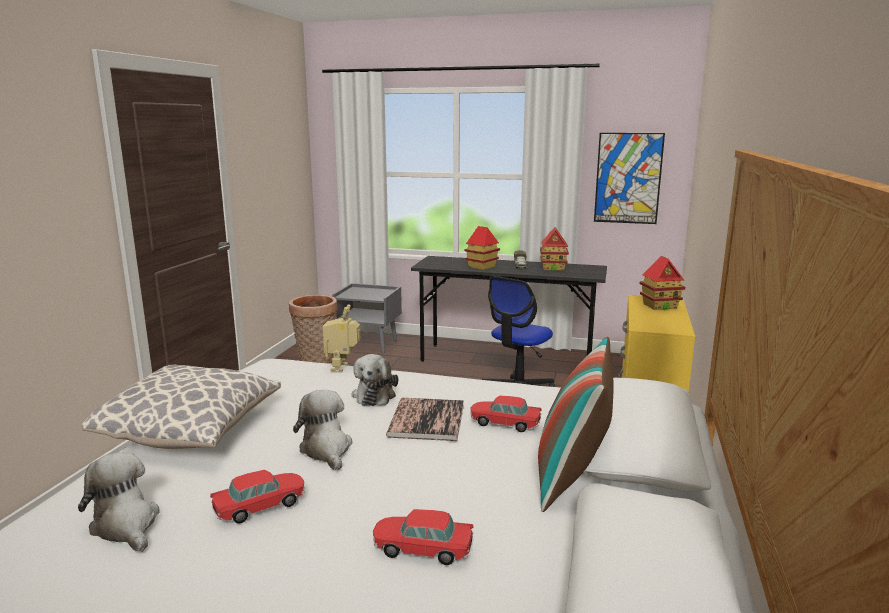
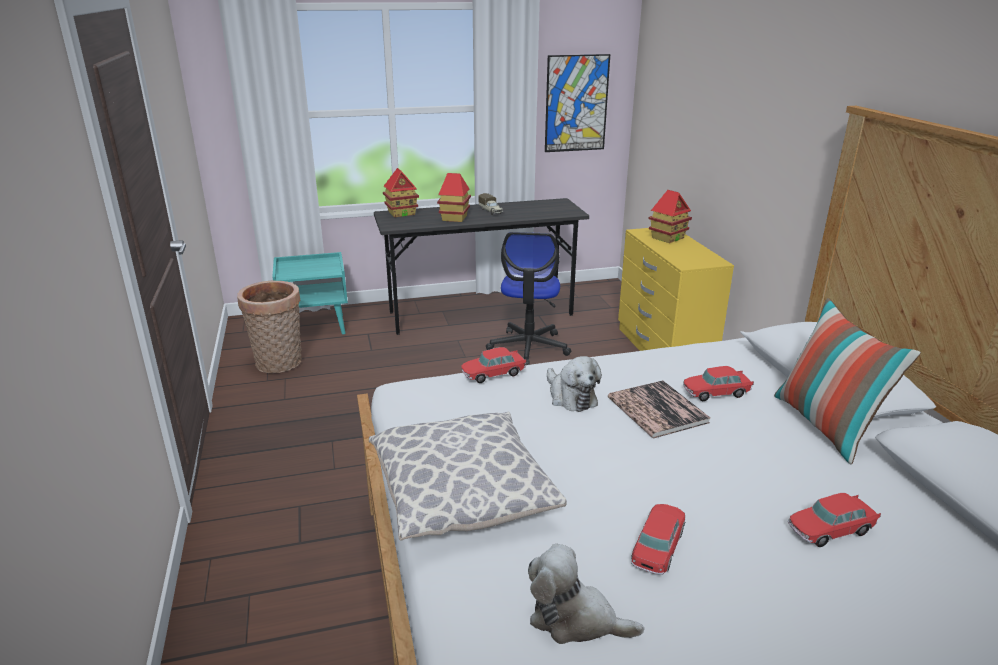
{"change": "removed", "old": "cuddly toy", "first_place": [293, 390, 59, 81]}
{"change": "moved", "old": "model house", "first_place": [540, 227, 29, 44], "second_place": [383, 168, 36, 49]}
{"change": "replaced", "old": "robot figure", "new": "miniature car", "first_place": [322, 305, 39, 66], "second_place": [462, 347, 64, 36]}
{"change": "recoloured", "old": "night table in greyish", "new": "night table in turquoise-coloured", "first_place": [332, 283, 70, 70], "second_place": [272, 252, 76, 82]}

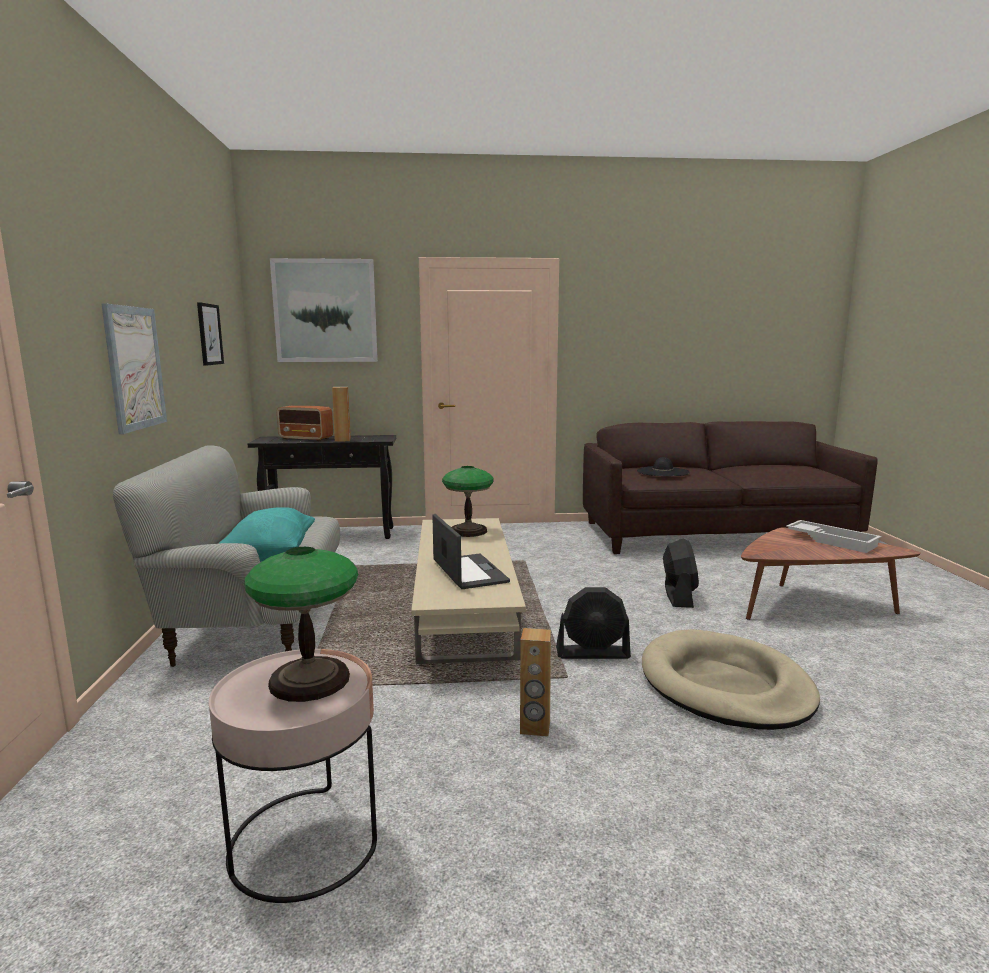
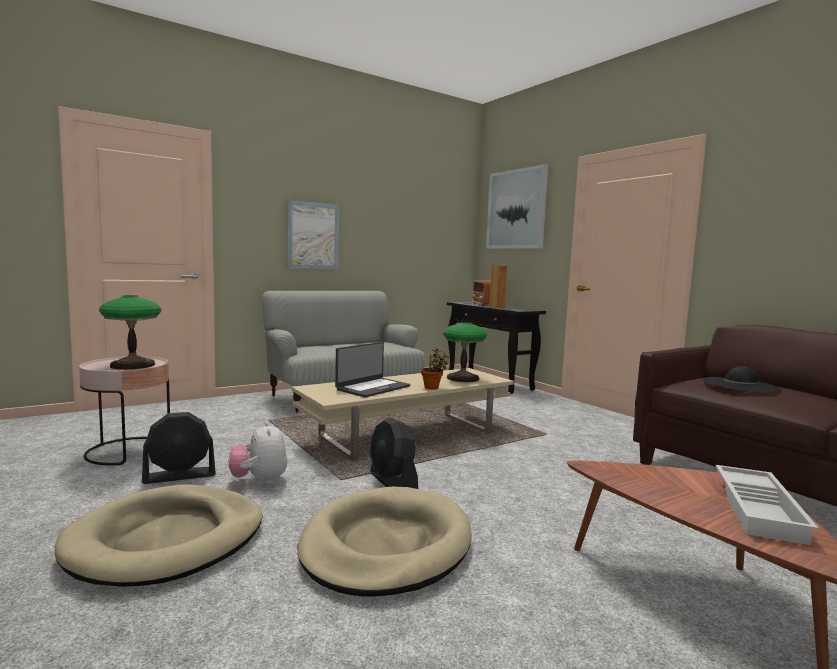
{"change": "removed", "old": "picture", "first_place": [197, 302, 27, 64]}
{"change": "removed", "old": "throw pillow in turquoise-coloured", "first_place": [219, 507, 96, 55]}
{"change": "added", "new": "dog bed in beige", "second_place": [55, 484, 208, 103]}
{"change": "added", "new": "houseplant", "second_place": [421, 349, 28, 40]}
{"change": "moved", "old": "electric fan in black", "first_place": [663, 539, 36, 69], "second_place": [142, 412, 74, 72]}
{"change": "replaced", "old": "loudspeaker in brownish", "new": "cuddly toy", "first_place": [520, 628, 31, 109], "second_place": [228, 422, 59, 62]}

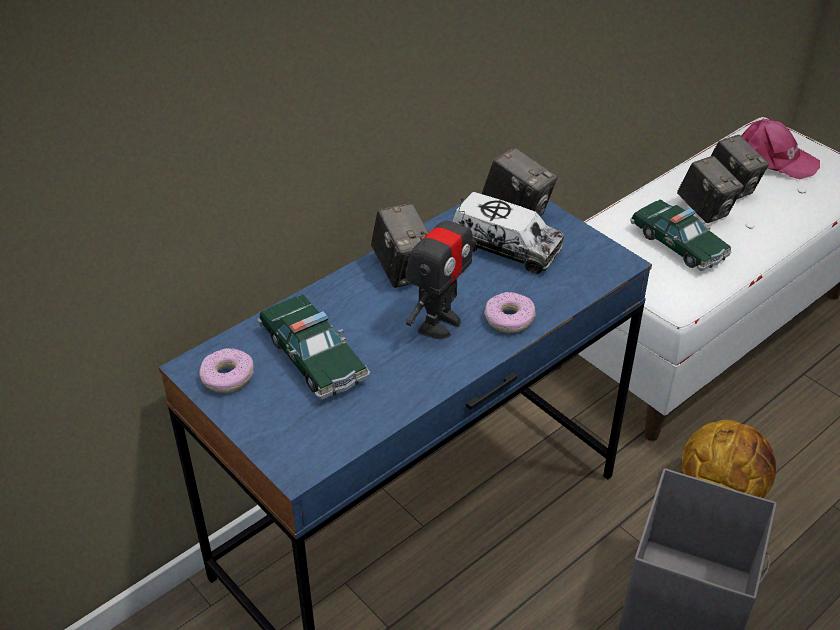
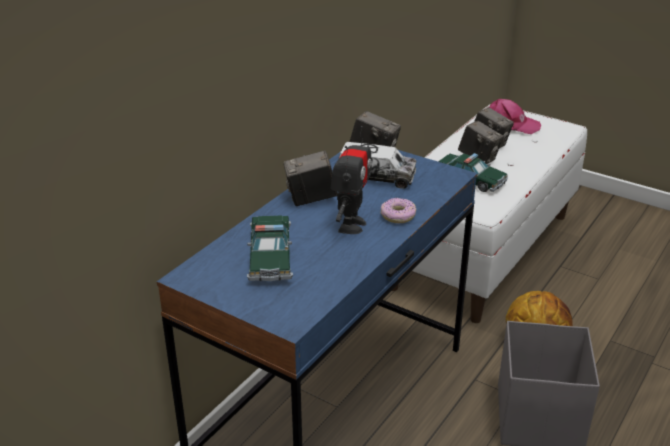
{"change": "removed", "old": "doughnut", "first_place": [199, 348, 55, 45]}
{"change": "turned", "old": "miniature car", "first_place": [257, 294, 113, 106], "second_place": [247, 216, 46, 65], "degrees": 45}
{"change": "turned", "old": "still camera", "first_place": [371, 203, 58, 85], "second_place": [284, 151, 54, 55], "degrees": 120}

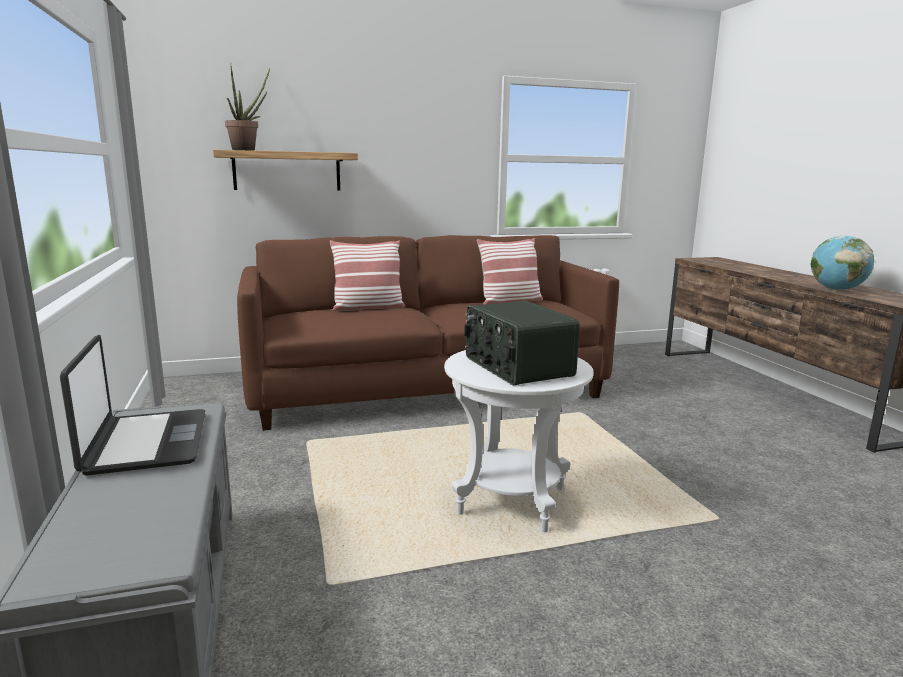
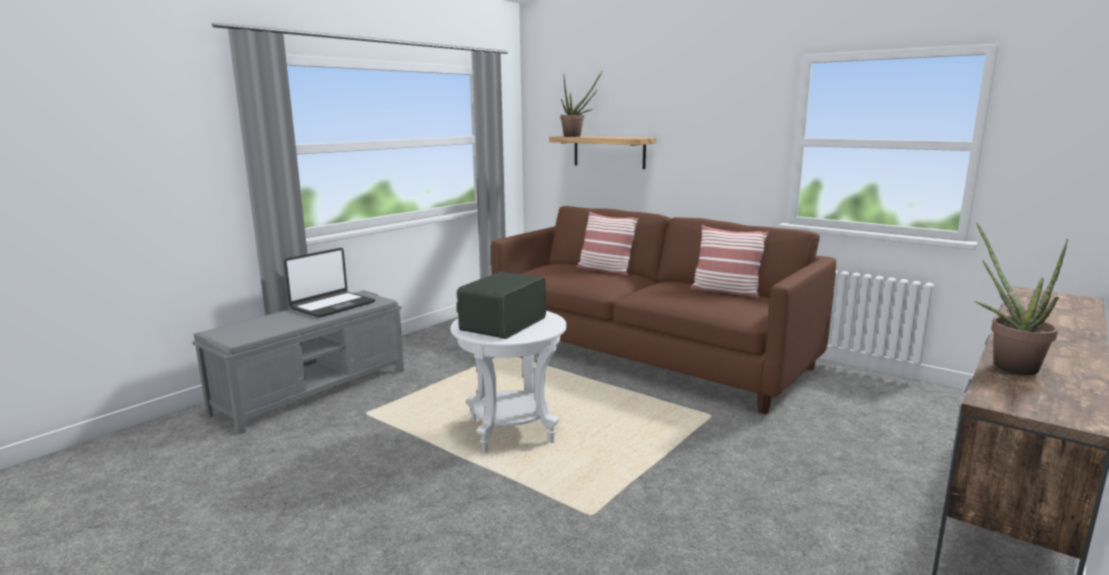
{"change": "replaced", "old": "globe", "new": "houseplant", "first_place": [811, 236, 63, 54], "second_place": [974, 223, 95, 152]}

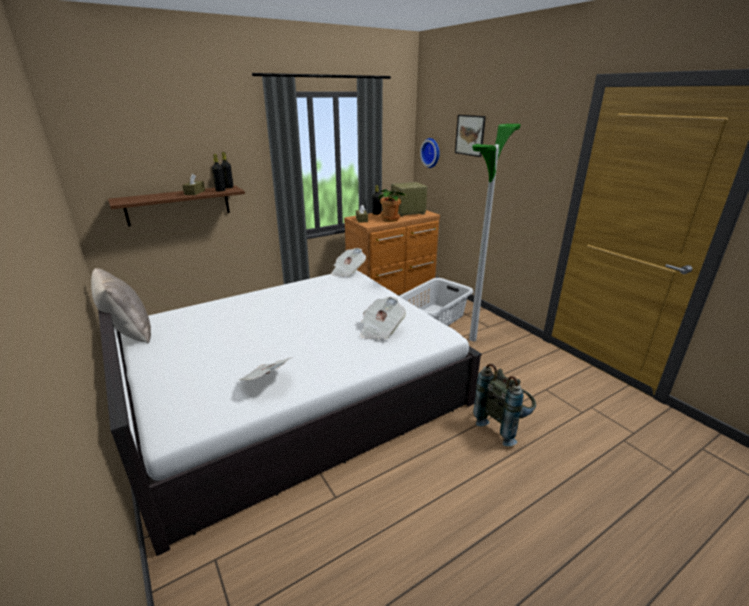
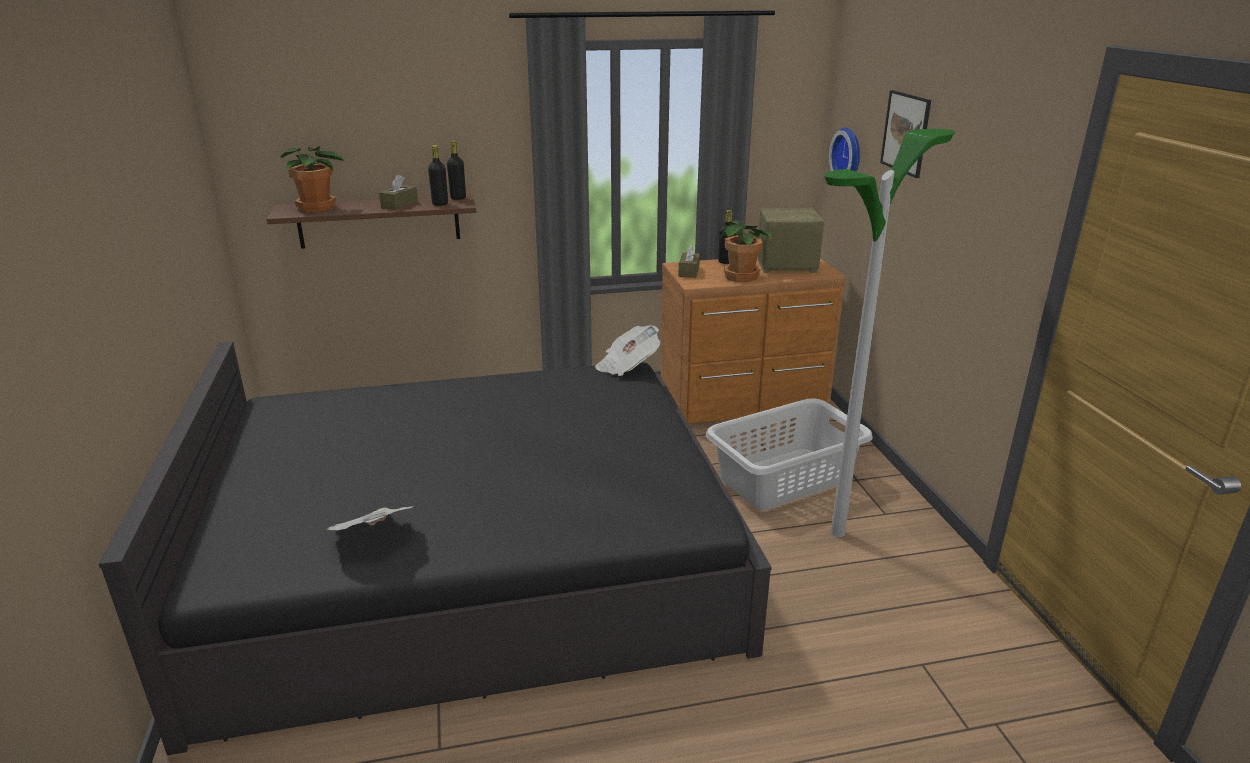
{"change": "removed", "old": "throw pillow in beige", "first_place": [91, 268, 60, 75]}
{"change": "removed", "old": "daily paper", "first_place": [360, 297, 46, 42]}
{"change": "removed", "old": "knapsack in greyish", "first_place": [473, 364, 63, 82]}
{"change": "added", "new": "houseplant", "second_place": [280, 146, 66, 67]}
{"change": "recoloured", "old": "sleeping bed in white", "new": "sleeping bed in black", "first_place": [98, 270, 384, 286], "second_place": [99, 341, 673, 414]}

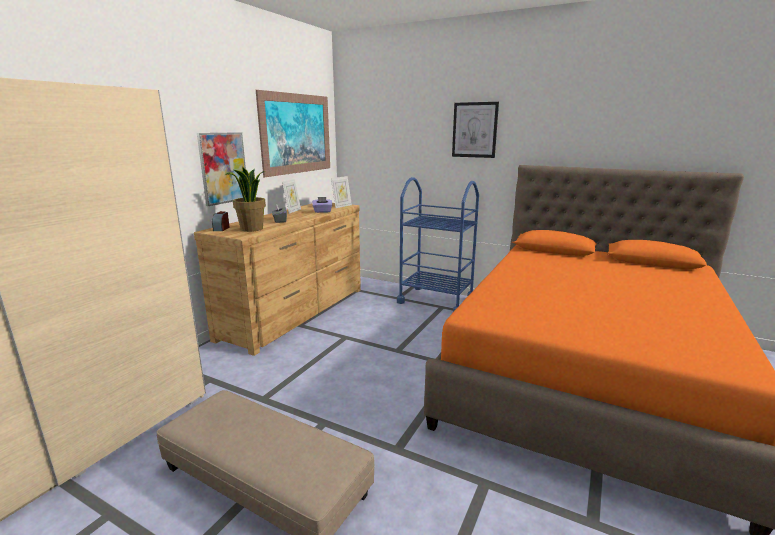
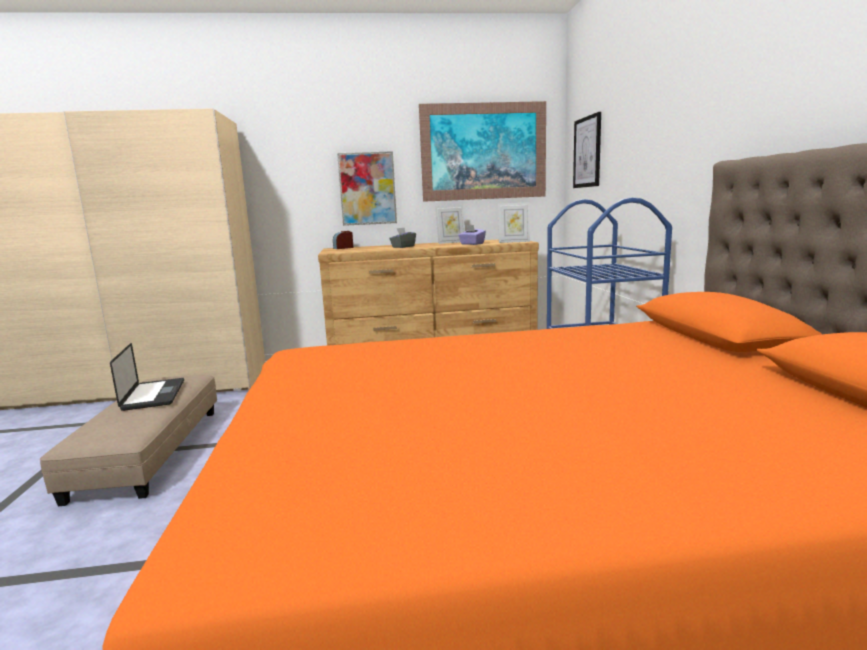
{"change": "removed", "old": "houseplant", "first_place": [225, 167, 41, 65]}
{"change": "added", "new": "laptop", "second_place": [110, 343, 74, 68]}
{"change": "moved", "old": "picture", "first_place": [452, 102, 47, 56], "second_place": [573, 112, 28, 76]}

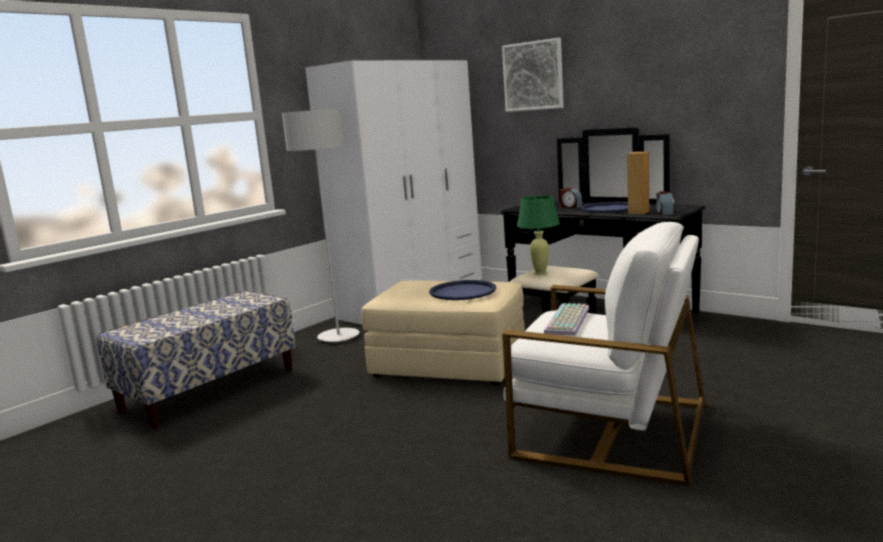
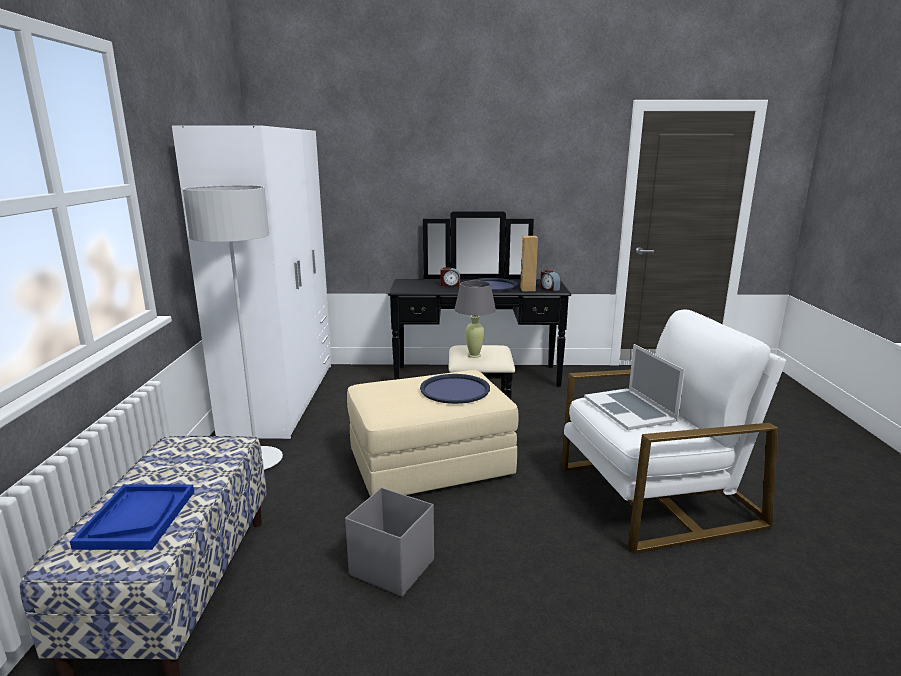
{"change": "removed", "old": "picture", "first_place": [502, 38, 62, 74]}
{"change": "added", "new": "tray in blue", "second_place": [70, 484, 124, 66]}
{"change": "added", "new": "storage bin in greyish", "second_place": [345, 487, 89, 110]}
{"change": "replaced", "old": "keyboard", "new": "laptop", "first_place": [544, 303, 45, 32], "second_place": [584, 344, 101, 86]}
{"change": "recoloured", "old": "table lamp in green-coloured", "new": "table lamp in greyish", "first_place": [517, 195, 43, 80], "second_place": [454, 280, 42, 78]}

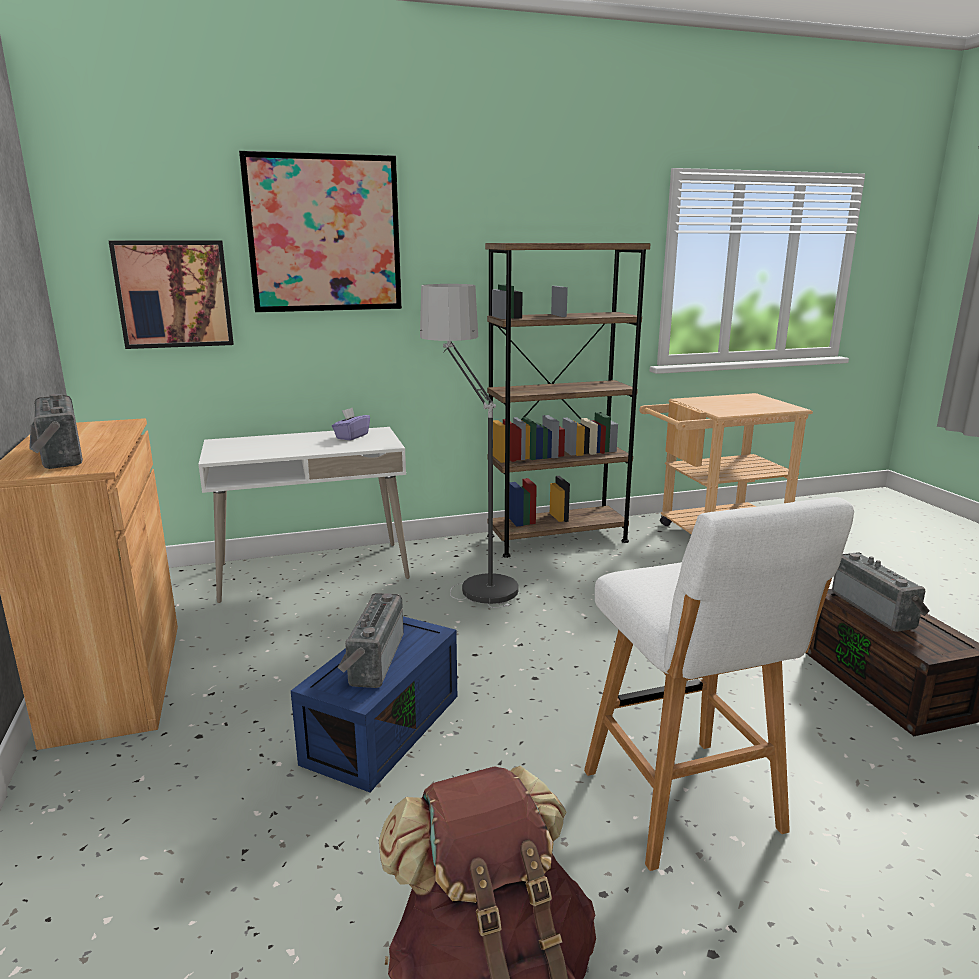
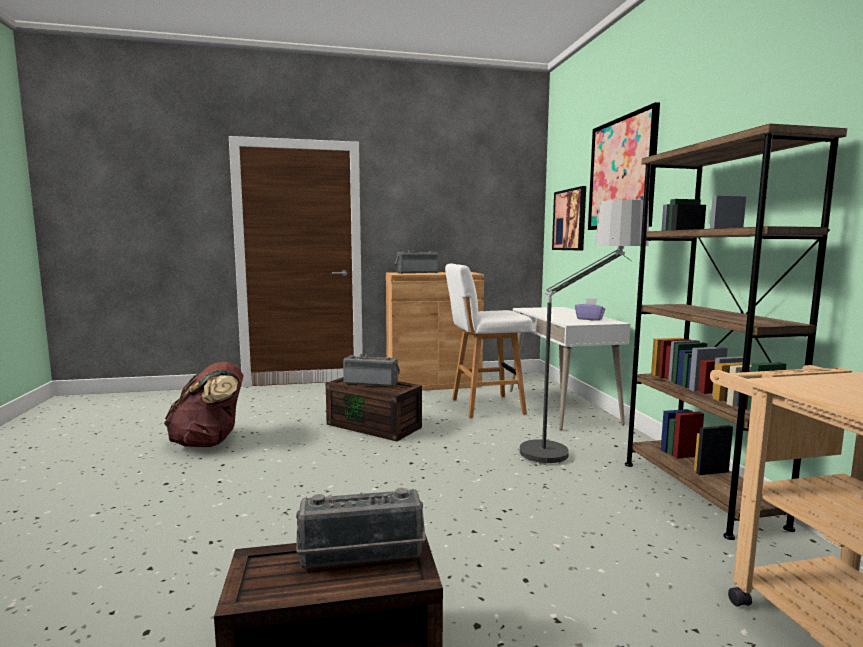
{"change": "moved", "old": "stool in white", "first_place": [584, 497, 270, 374], "second_place": [445, 264, 87, 154]}
{"change": "recoloured", "old": "storage bin in blue", "new": "storage bin in brownish", "first_place": [291, 616, 166, 176], "second_place": [326, 377, 96, 64]}

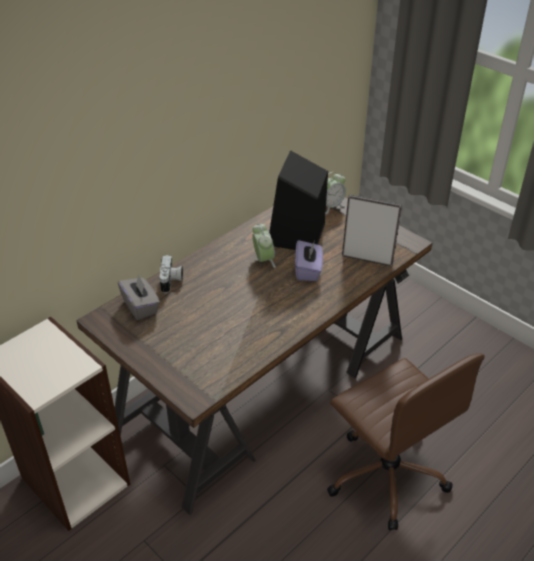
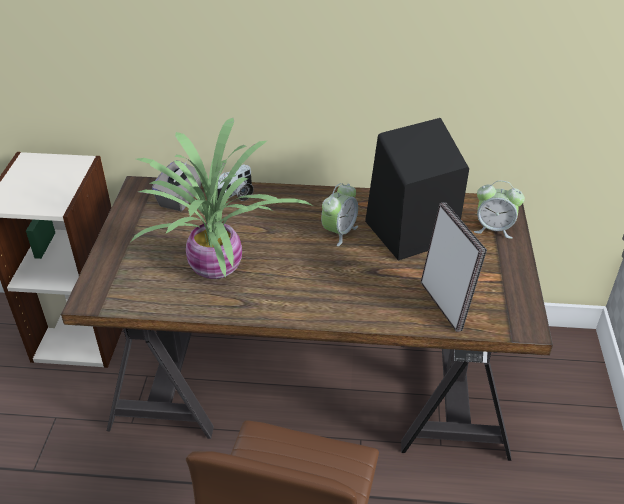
{"change": "removed", "old": "tissue holder in purplish", "first_place": [295, 240, 28, 41]}
{"change": "added", "new": "houseplant", "second_place": [131, 117, 182, 162]}

